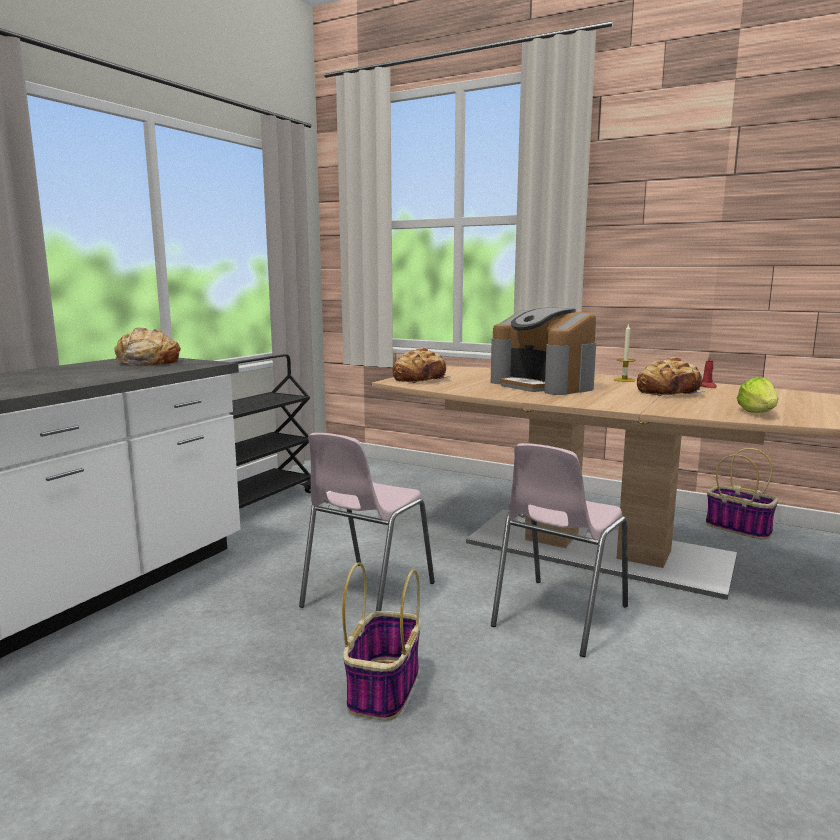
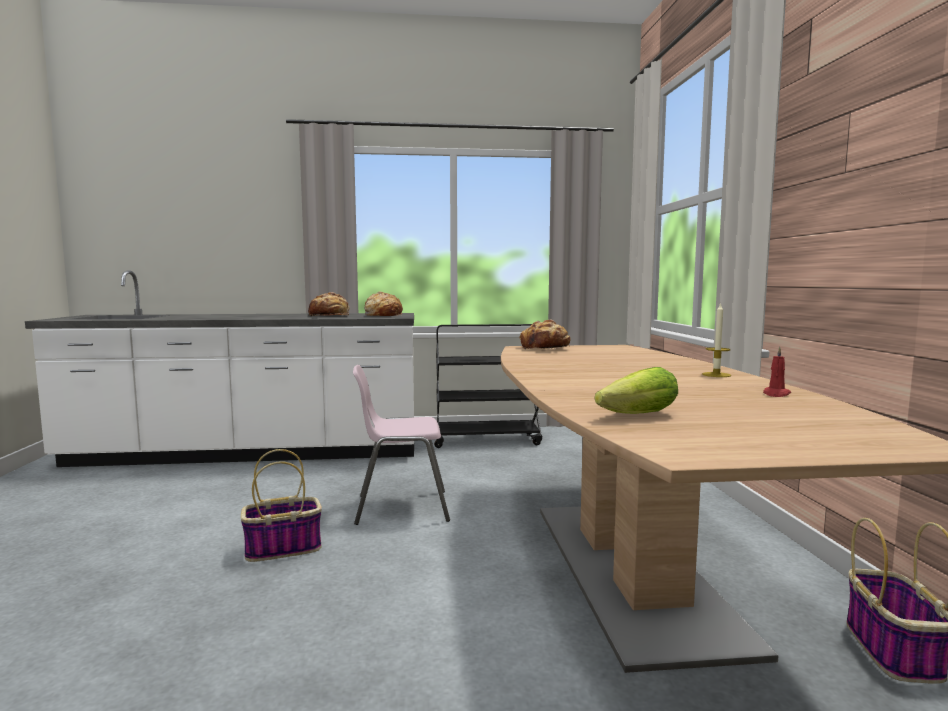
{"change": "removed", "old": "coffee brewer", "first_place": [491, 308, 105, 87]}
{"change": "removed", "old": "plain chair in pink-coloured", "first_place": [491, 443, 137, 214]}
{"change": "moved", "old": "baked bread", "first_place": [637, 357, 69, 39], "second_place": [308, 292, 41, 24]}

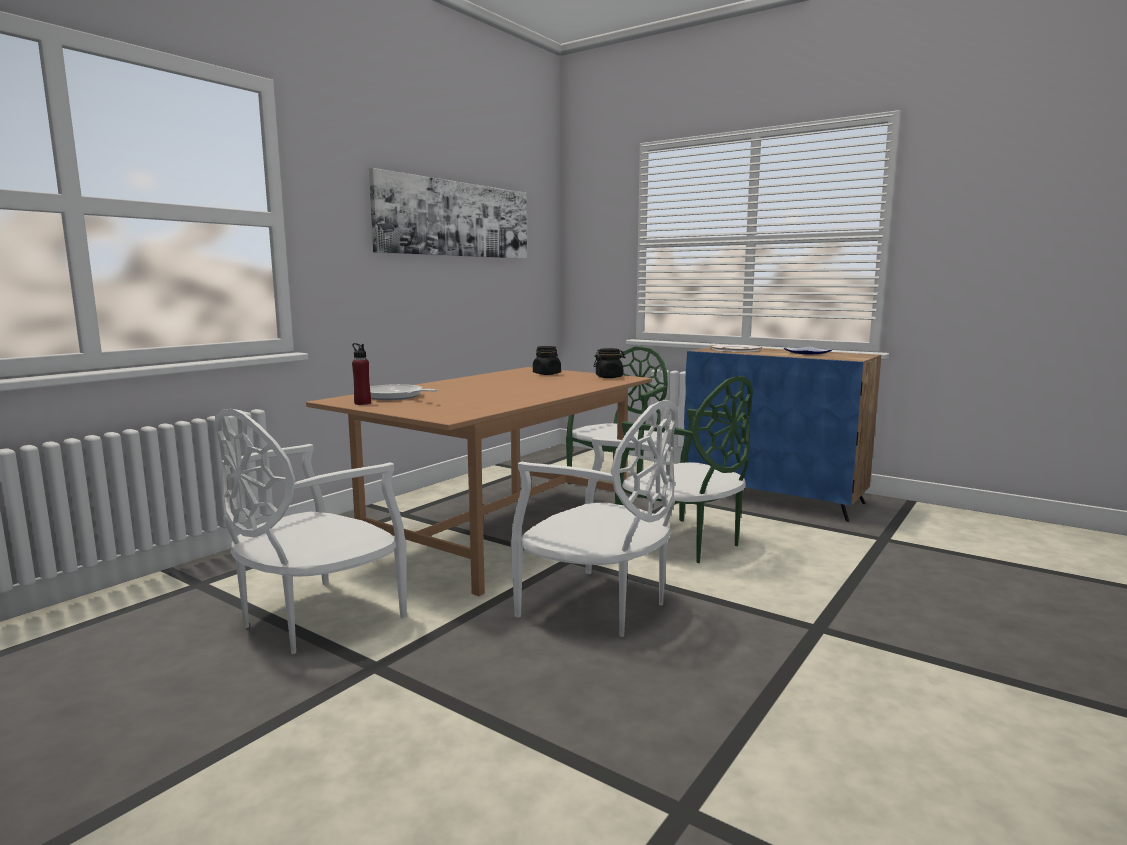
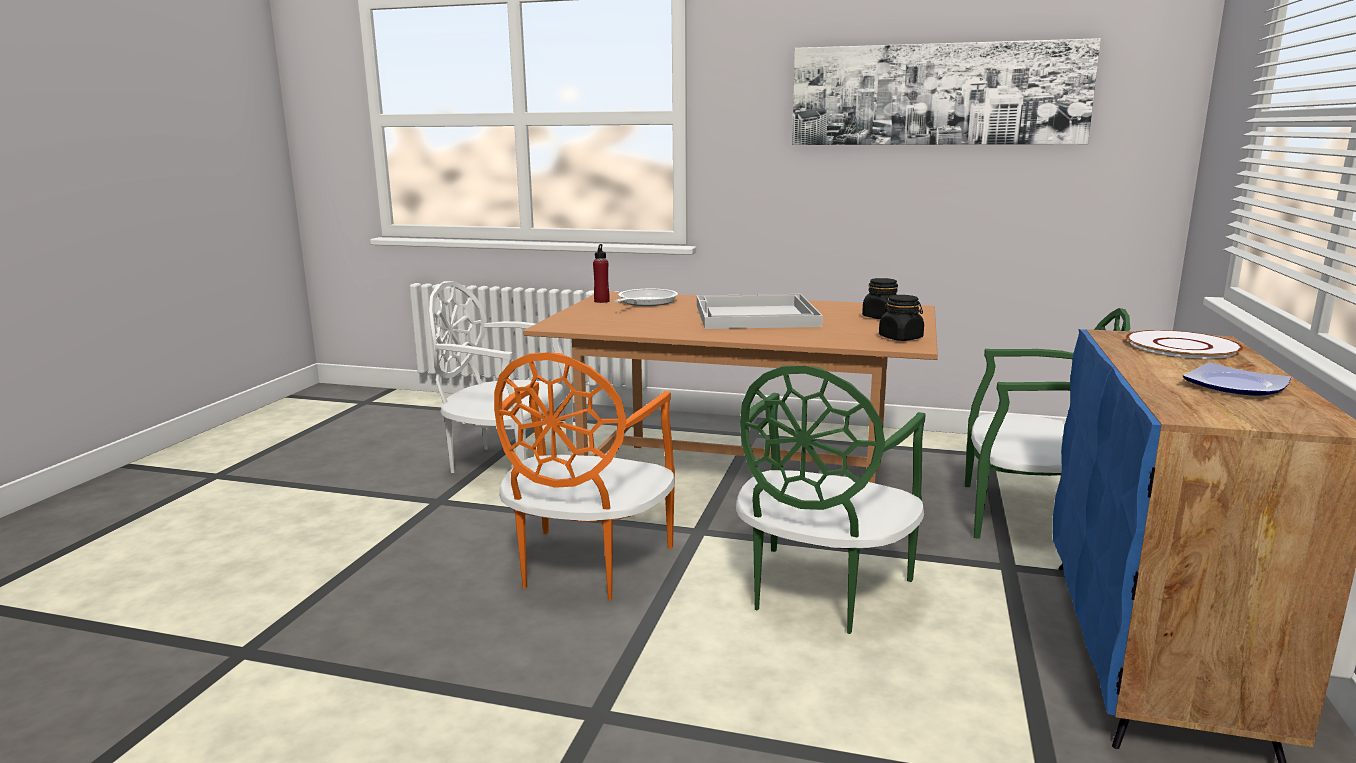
{"change": "added", "new": "tray in white", "second_place": [697, 294, 126, 35]}
{"change": "recoloured", "old": "plain chair in white", "new": "plain chair in orange-coloured", "first_place": [511, 400, 166, 237], "second_place": [494, 352, 181, 248]}

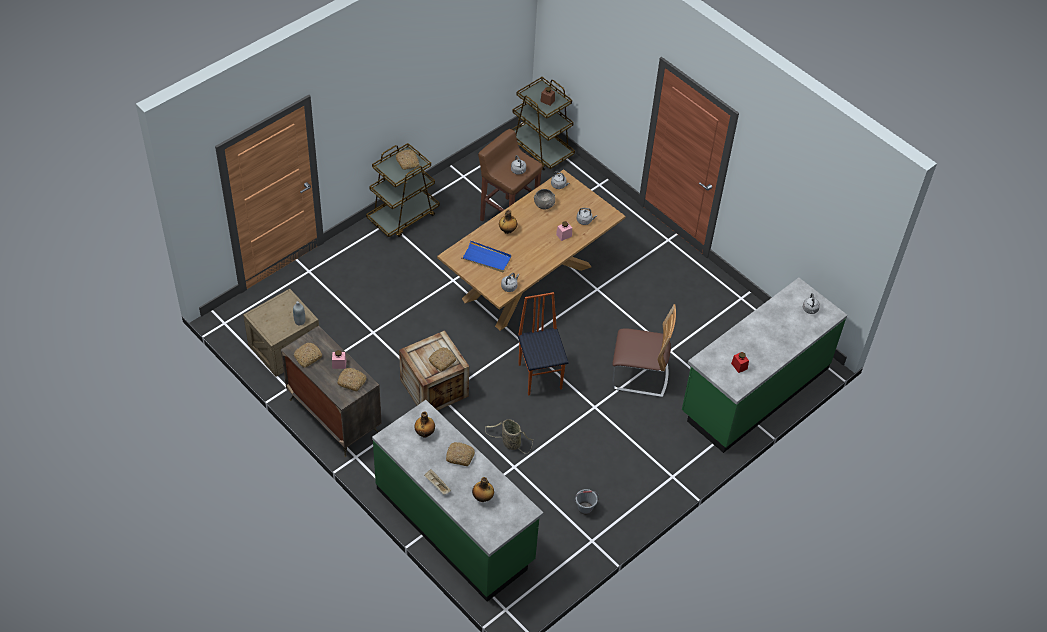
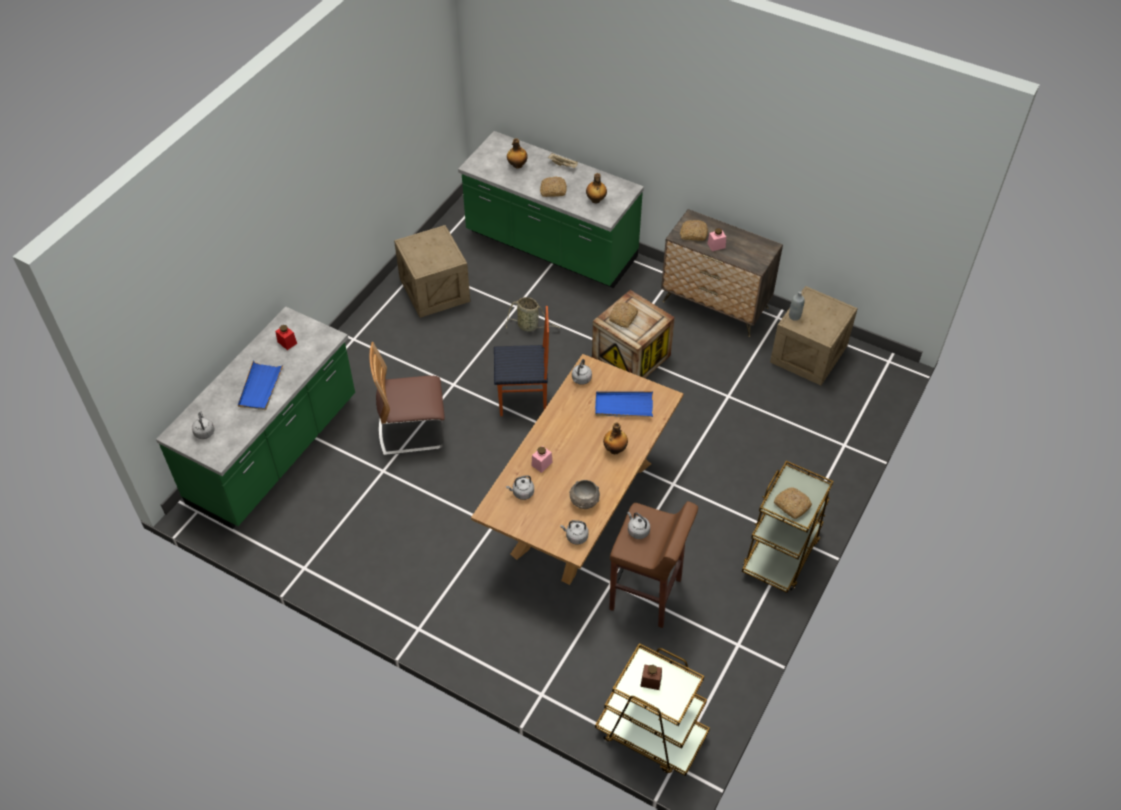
{"change": "removed", "old": "baked bread", "first_place": [294, 343, 28, 25]}
{"change": "added", "new": "tray in blue", "second_place": [238, 360, 46, 50]}
{"change": "replaced", "old": "water bucket in greyish", "new": "crate", "first_place": [574, 489, 25, 26], "second_place": [394, 225, 76, 93]}
{"change": "turned", "old": "plain chair", "first_place": [517, 292, 52, 103], "second_place": [494, 306, 55, 110], "degrees": -60}

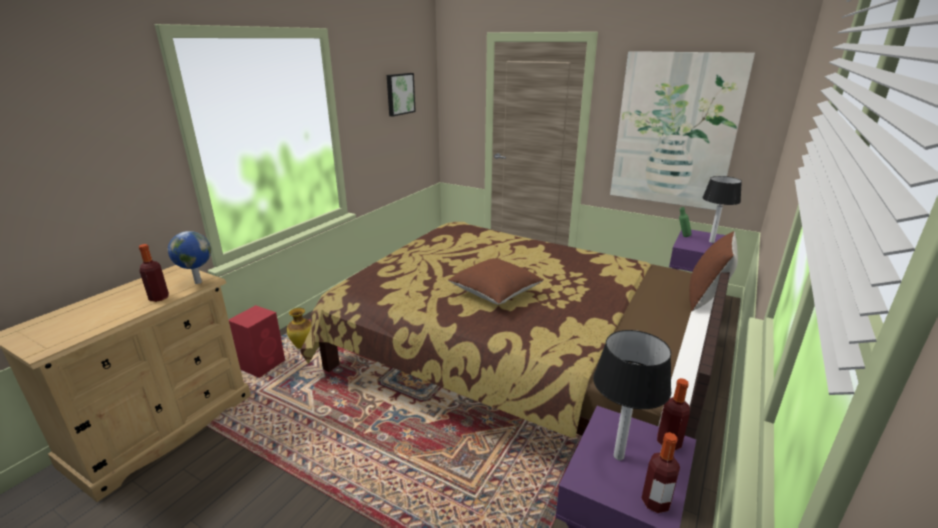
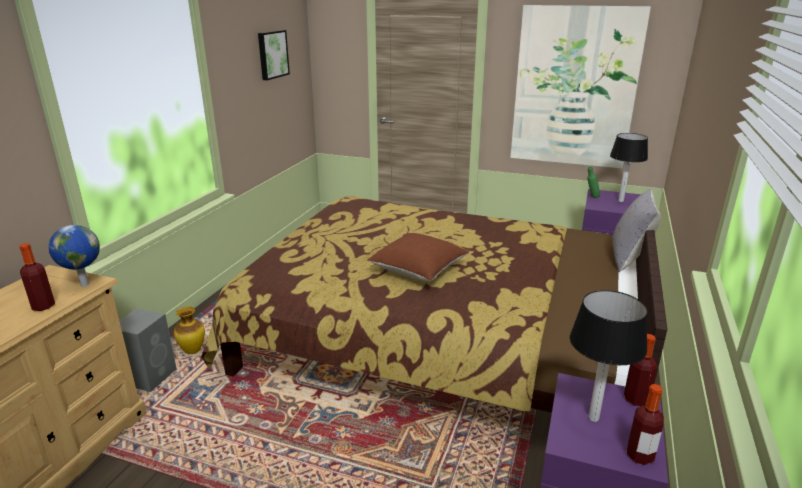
{"change": "recoloured", "old": "loudspeaker in red", "new": "loudspeaker in greyish", "first_place": [229, 305, 56, 73], "second_place": [119, 308, 58, 84]}
{"change": "recoloured", "old": "throw pillow in brownish", "new": "throw pillow in greyish", "first_place": [689, 231, 49, 80], "second_place": [613, 188, 47, 84]}

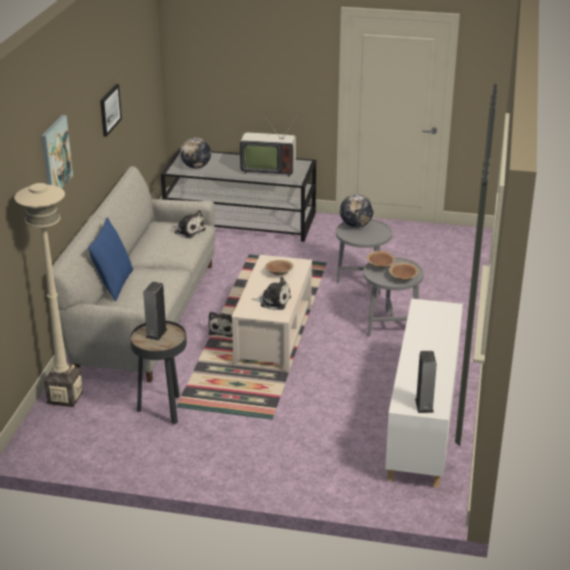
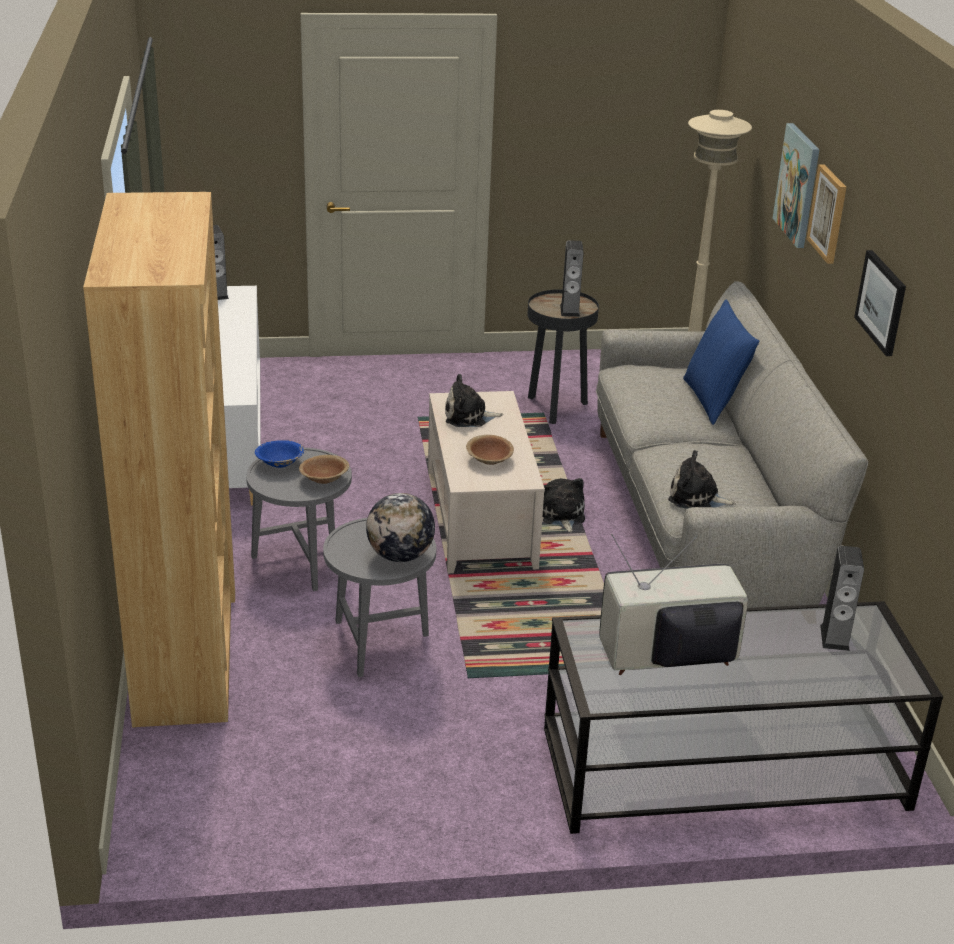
{"change": "added", "new": "bookcase in brownish", "second_place": [83, 192, 152, 536]}
{"change": "added", "new": "picture", "second_place": [807, 164, 39, 100]}
{"change": "replaced", "old": "globe", "new": "loudspeaker", "first_place": [180, 138, 31, 31], "second_place": [820, 546, 44, 105]}
{"change": "recoloured", "old": "deep dish in brownish", "new": "deep dish in blue", "first_place": [389, 263, 29, 18], "second_place": [255, 440, 49, 28]}

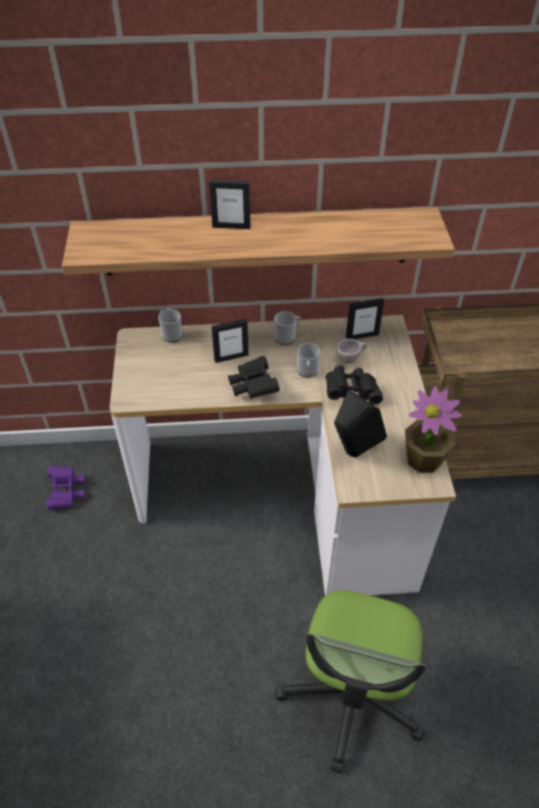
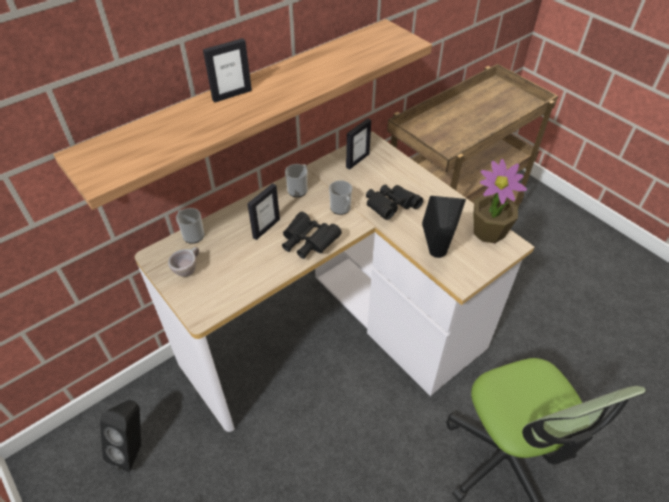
{"change": "moved", "old": "cup in beige", "first_place": [336, 339, 31, 25], "second_place": [168, 247, 31, 30]}
{"change": "replaced", "old": "pair of binoculars in purplish", "new": "loudspeaker in black", "first_place": [47, 466, 38, 44], "second_place": [100, 400, 41, 72]}

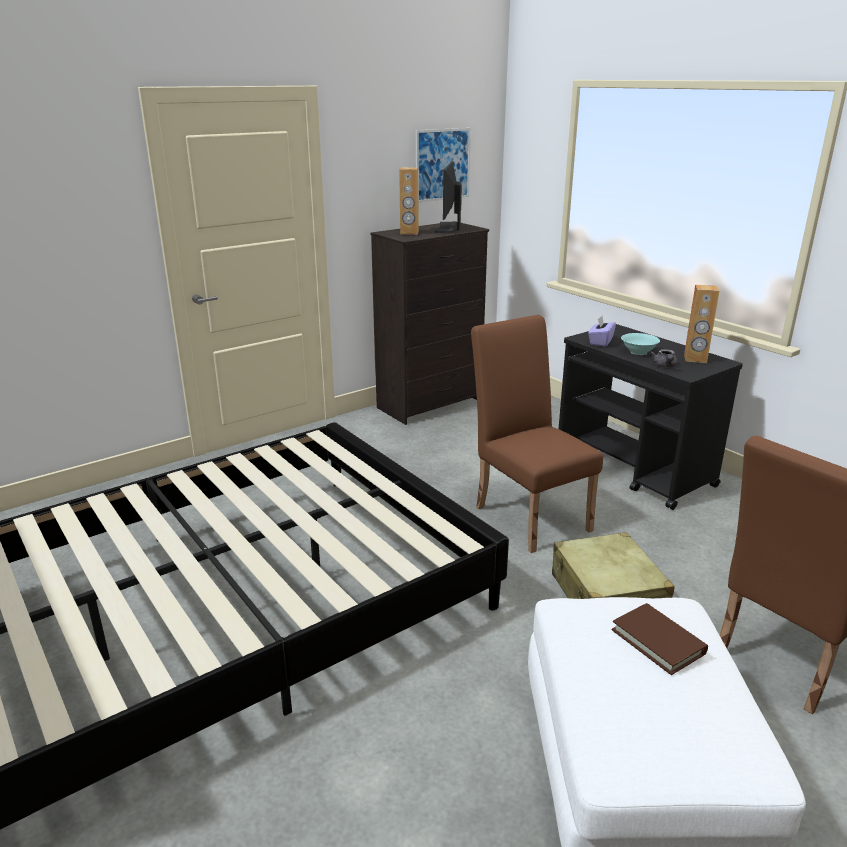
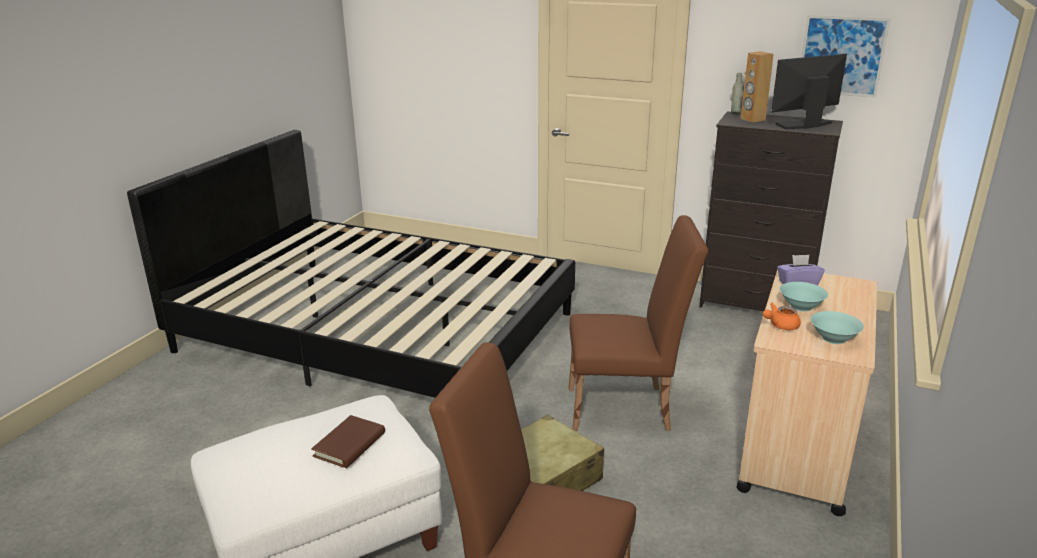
{"change": "added", "new": "bottle in greyish", "second_place": [731, 73, 13, 41]}
{"change": "replaced", "old": "loudspeaker in brownish", "new": "deep dish in turquoise-coloured", "first_place": [684, 285, 35, 78], "second_place": [811, 311, 53, 33]}
{"change": "recoloured", "old": "wheeled cart in black", "new": "wheeled cart in beige", "first_place": [558, 324, 185, 186], "second_place": [737, 269, 140, 247]}
{"change": "recoloured", "old": "pot for tea in greyish", "new": "pot for tea in orange-coloured", "first_place": [650, 349, 27, 18], "second_place": [763, 303, 38, 27]}
{"change": "turned", "old": "plain chair in brownish", "first_place": [471, 315, 132, 238], "second_place": [569, 215, 140, 216], "degrees": 60}

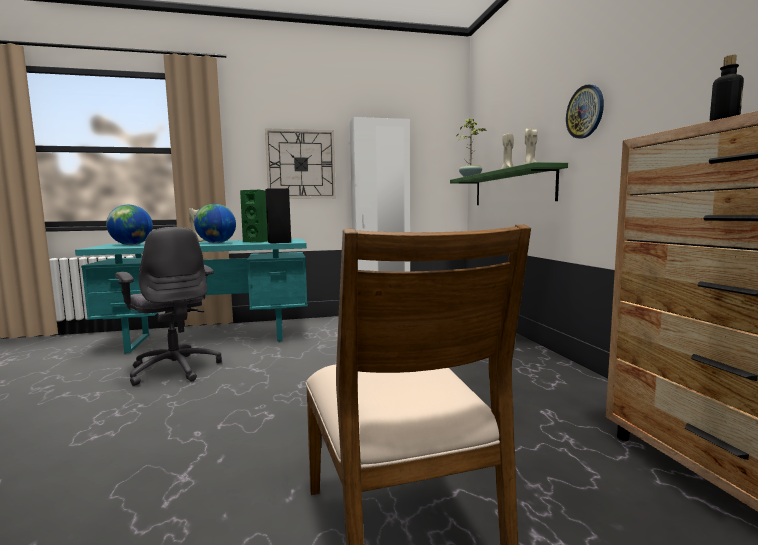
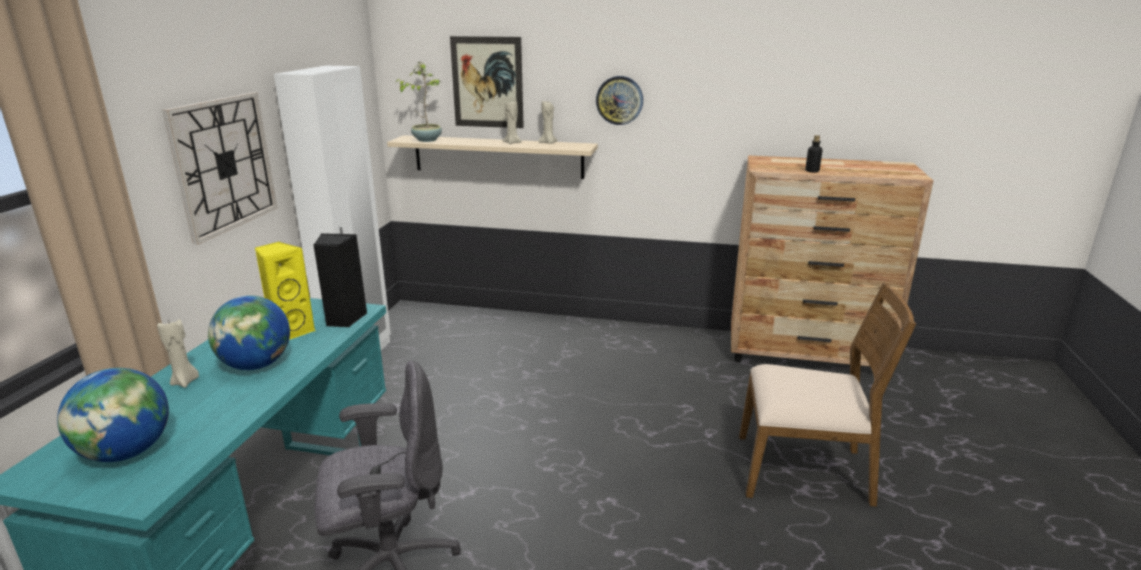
{"change": "added", "new": "picture", "second_place": [450, 36, 74, 92]}
{"change": "recoloured", "old": "loudspeaker in green-coloured", "new": "loudspeaker in yellow", "first_place": [240, 190, 28, 52], "second_place": [255, 241, 60, 99]}
{"change": "recoloured", "old": "shelf in green-coloured", "new": "shelf in beige", "first_place": [450, 162, 118, 43], "second_place": [387, 135, 211, 44]}

